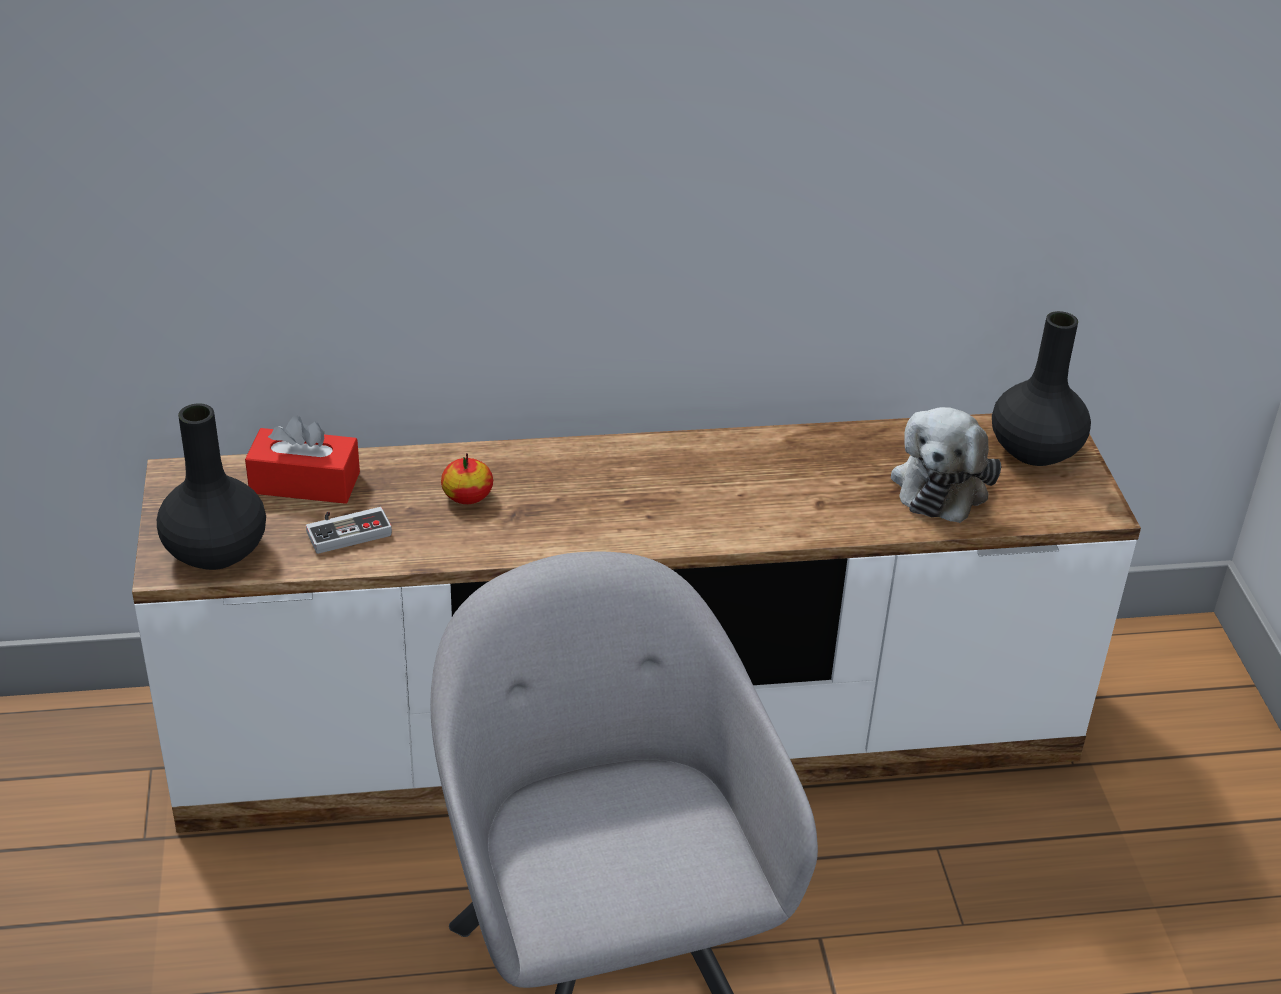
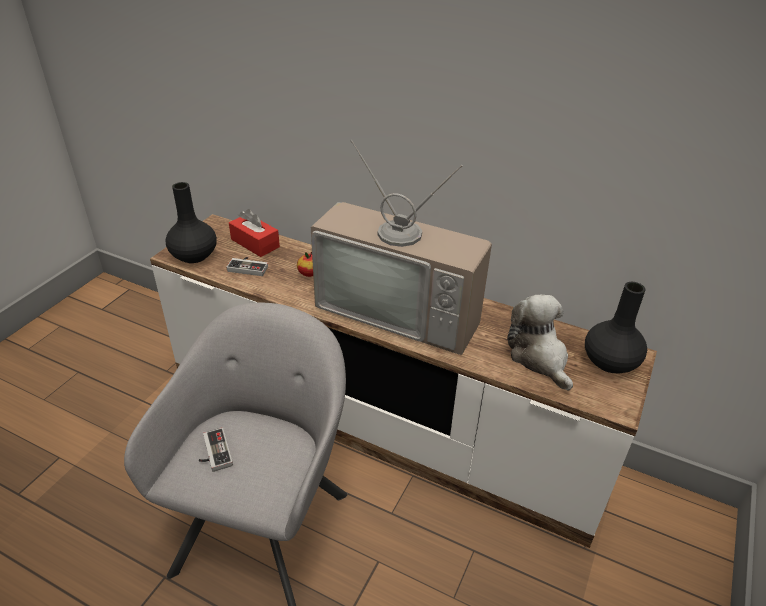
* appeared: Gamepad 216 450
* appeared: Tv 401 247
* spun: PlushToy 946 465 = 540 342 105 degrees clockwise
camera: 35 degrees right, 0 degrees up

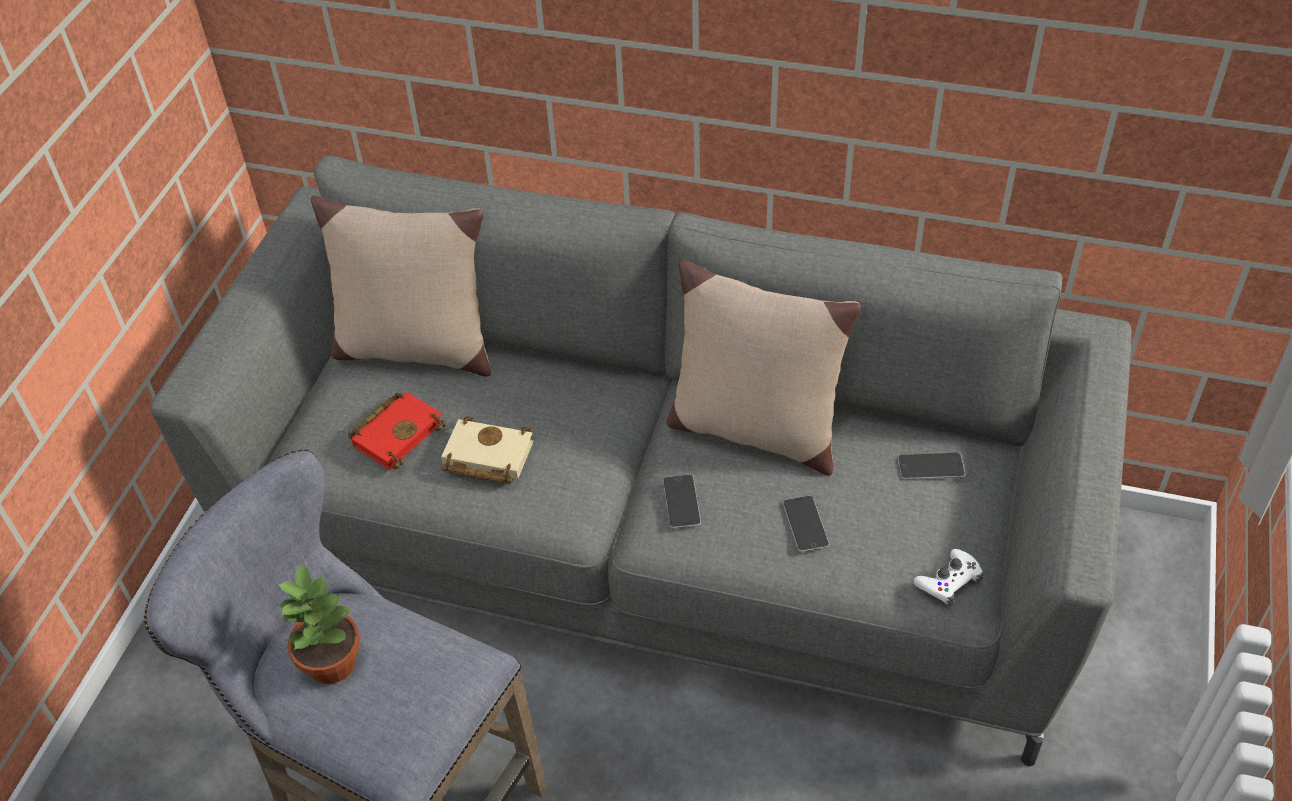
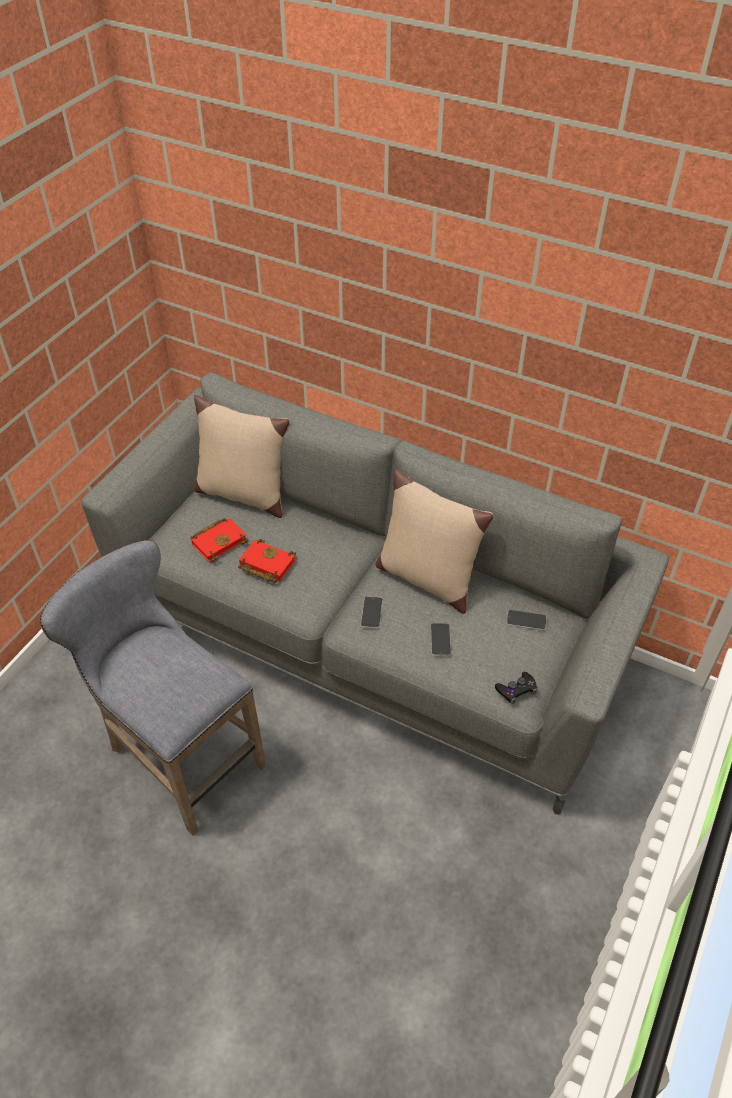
* missing: PlantInAPot 318 623
* colour: BeigeBoundBook 487 449 to RedBoundBook 267 561
* colour: WhiteColouredGamepad 949 577 to BlackishGamepad 516 688
camera: 10 degrees right, 0 degrees up

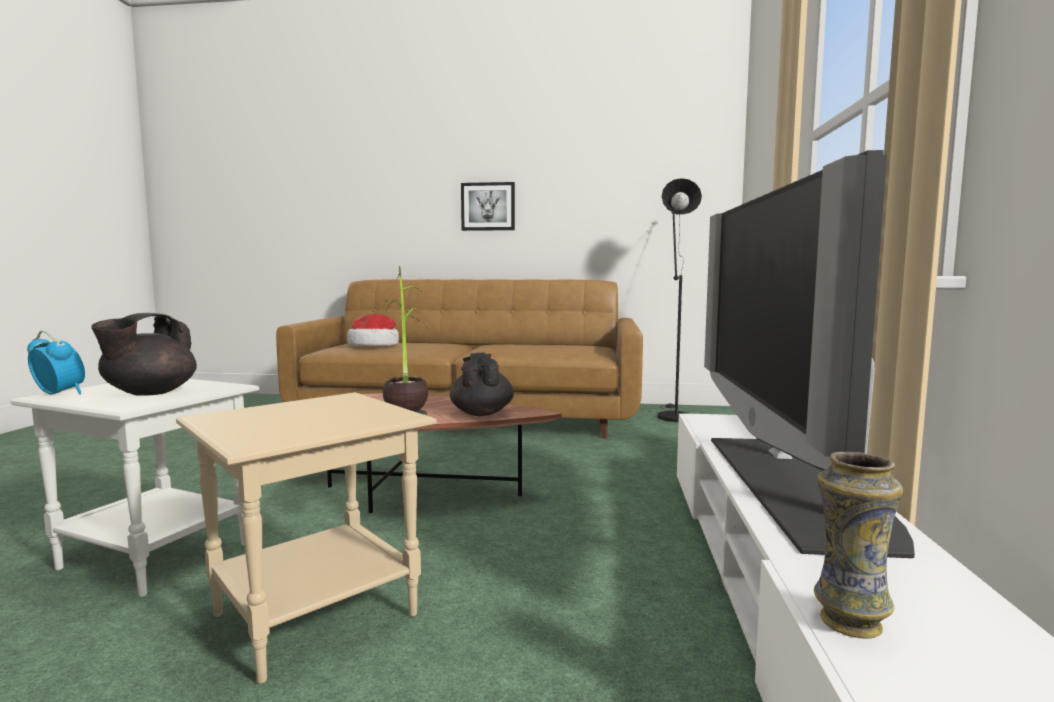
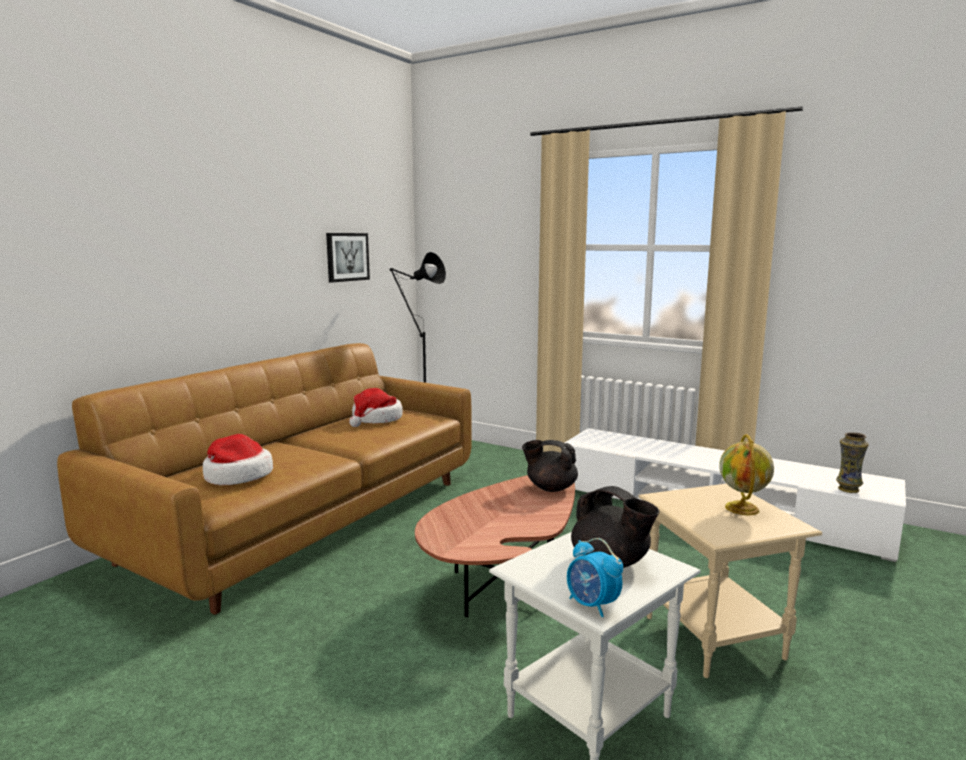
* missing: PlantInAPot 406 340
* missing: Tv 809 354
* appeared: WearableHat 376 407
* appeared: WorldGlobe 746 474
* relocated: WallPicture 488 206 to 348 258
* spun: AlarmClock 56 362 = 595 577 90 degrees counterclockwise
camera: 65 degrees left, 5 degrees up

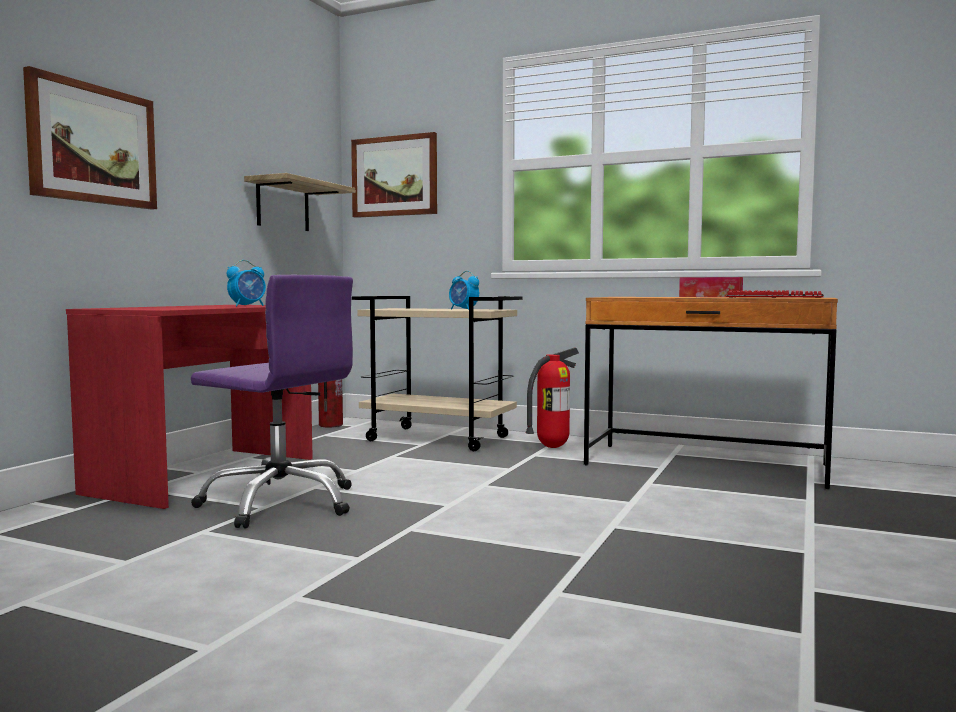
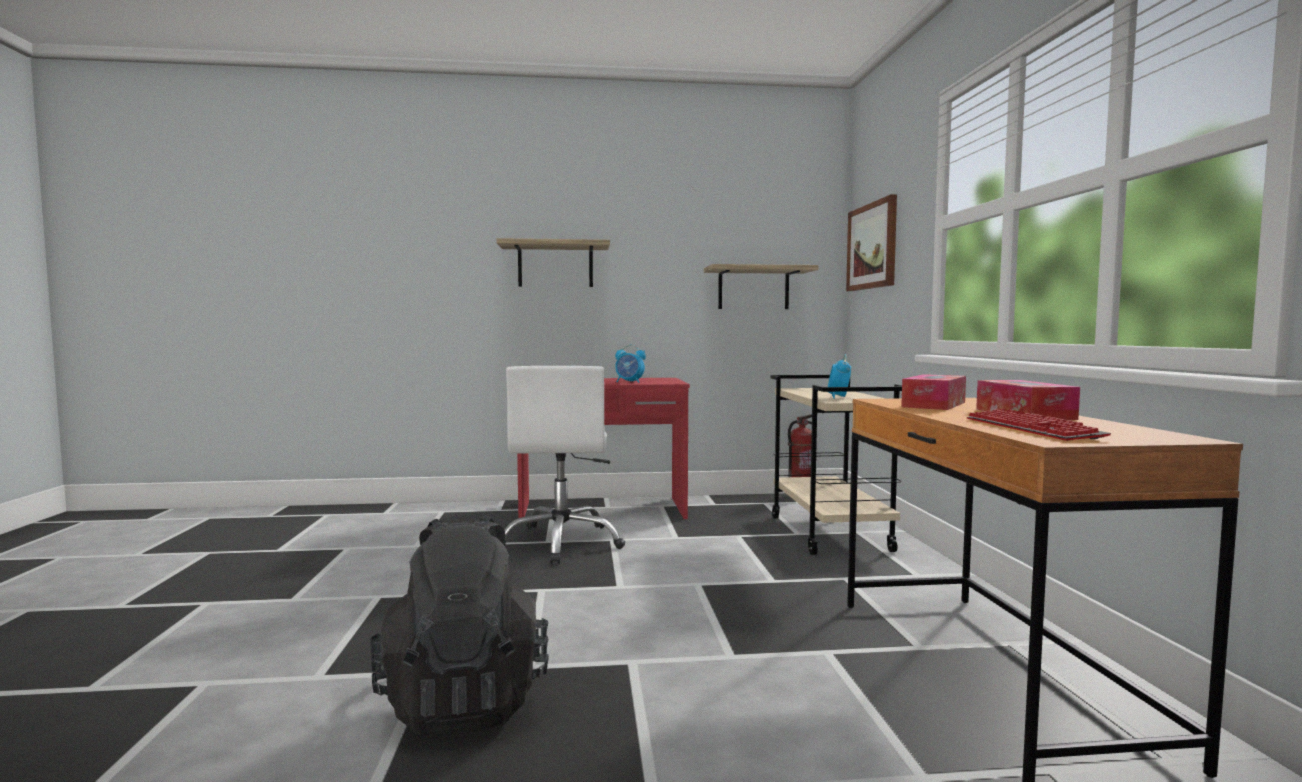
* missing: FireExtinguisher 552 397
* appeared: BlackishBackpack 459 625
* appeared: TissueBox 933 392
* exchanged: WallPicture 90 138 to BracketShelf 553 262
* colour: PurplishComputerChair 272 401 to WhiteColouredComputerChair 564 465
camera: 60 degrees right, 0 degrees up

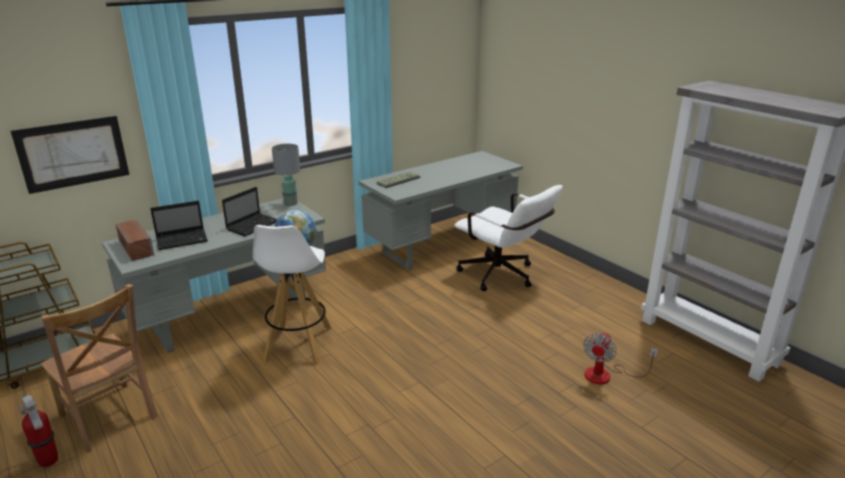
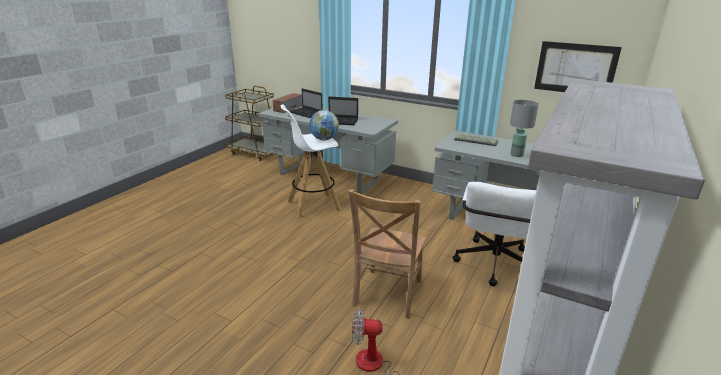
* missing: FireExtinguisher 38 431
* relocated: WallPicture 70 155 to 578 66
* relocated: BrownColouredPlainChair 99 368 to 387 253
* relocated: GreyLampForATable 286 175 to 524 128
camera: 65 degrees right, 0 degrees up

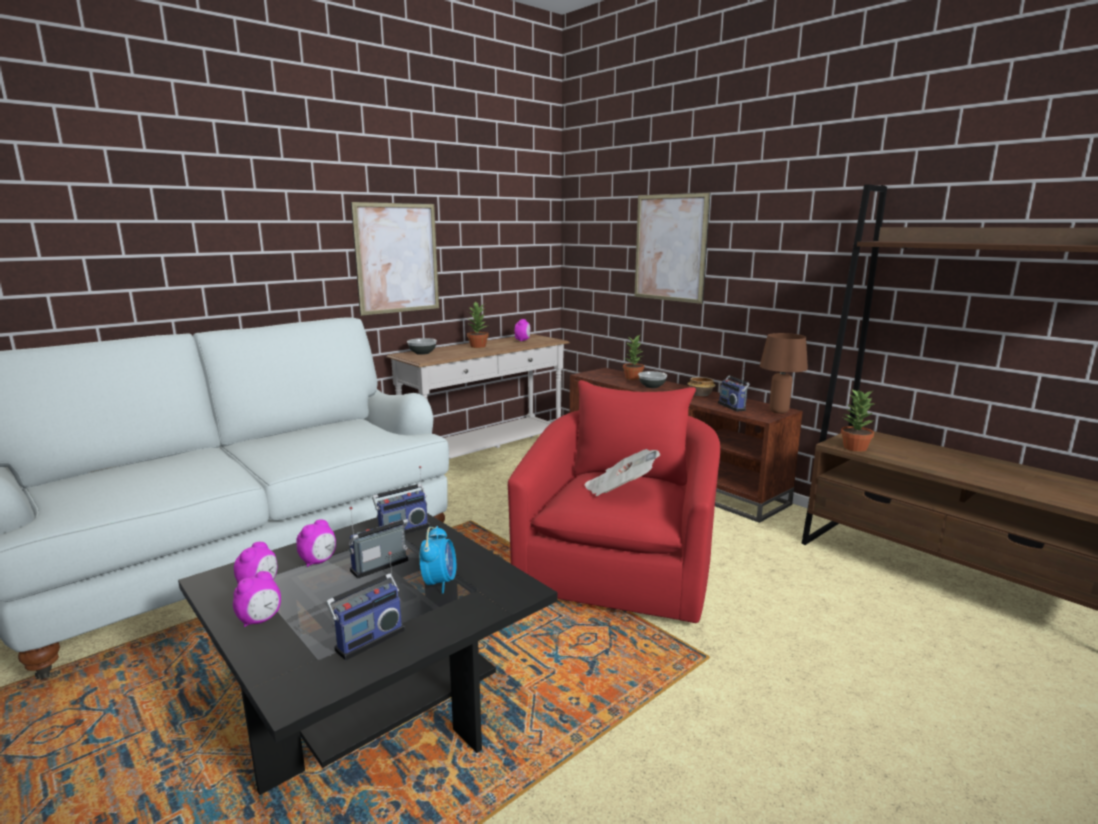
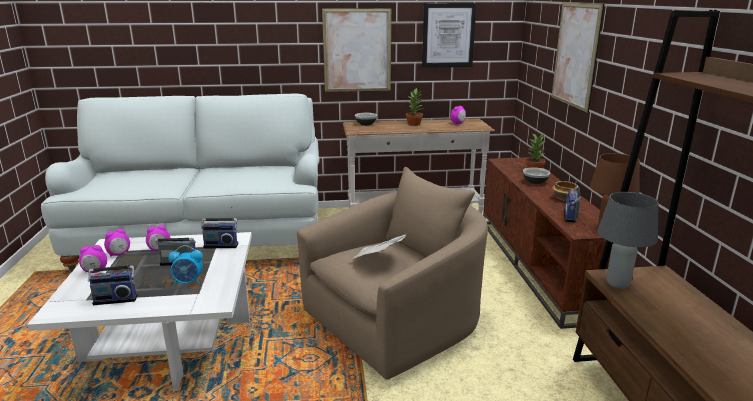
* appeared: WallPicture 449 35
* exchanged: PlantInAPot 858 420 to GreyLampForATable 628 240
* colour: BlackishCoffeeTable 367 654 to WhiteColouredCoffeeTable 139 311
* colour: RedArmchair 614 501 to BeigeArmchair 392 273
* spun: AlarmClock 438 560 = 185 265 45 degrees clockwise
camera: 35 degrees right, 5 degrees up

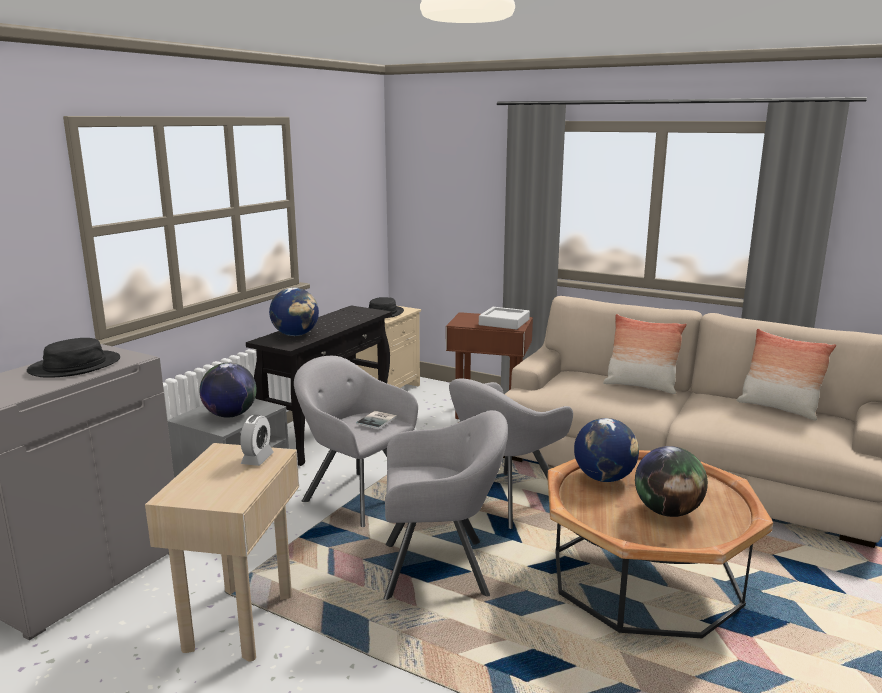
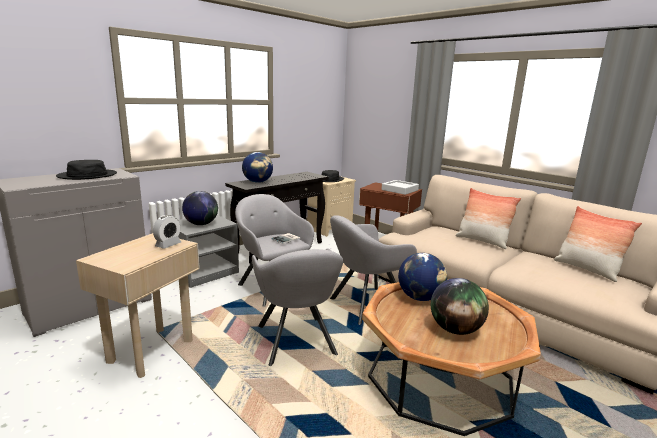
* spun: GreyArmchair 446 505 = 297 307 60 degrees clockwise
camera: 15 degrees right, 0 degrees up

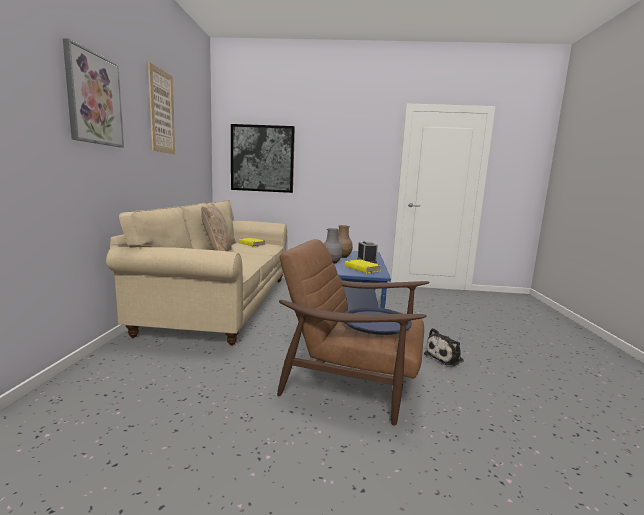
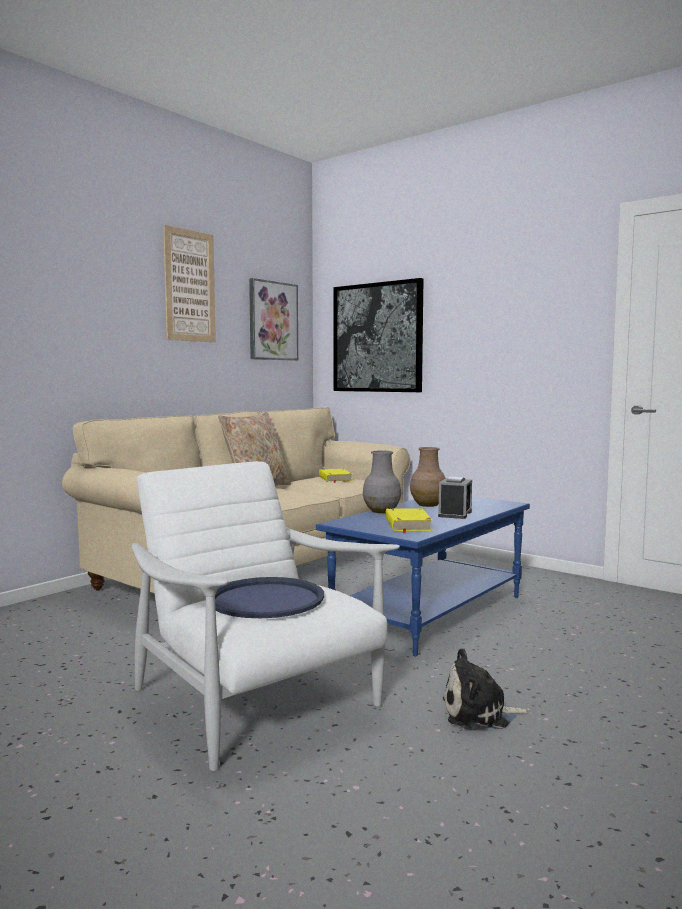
* relocated: WallPicture 93 93 to 273 319
* colour: BrownColouredArmchair 353 332 to WhiteColouredArmchair 266 616
camera: 35 degrees right, 5 degrees down

